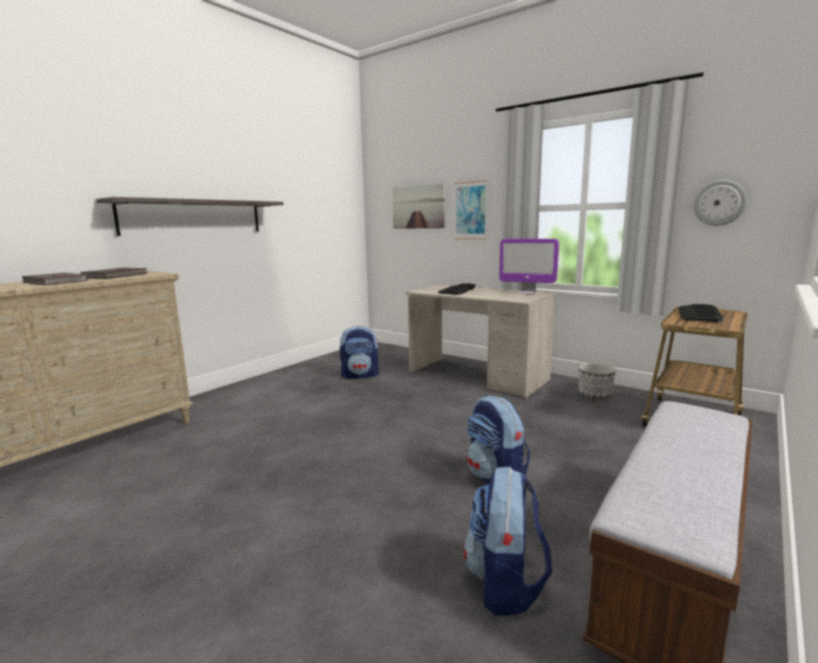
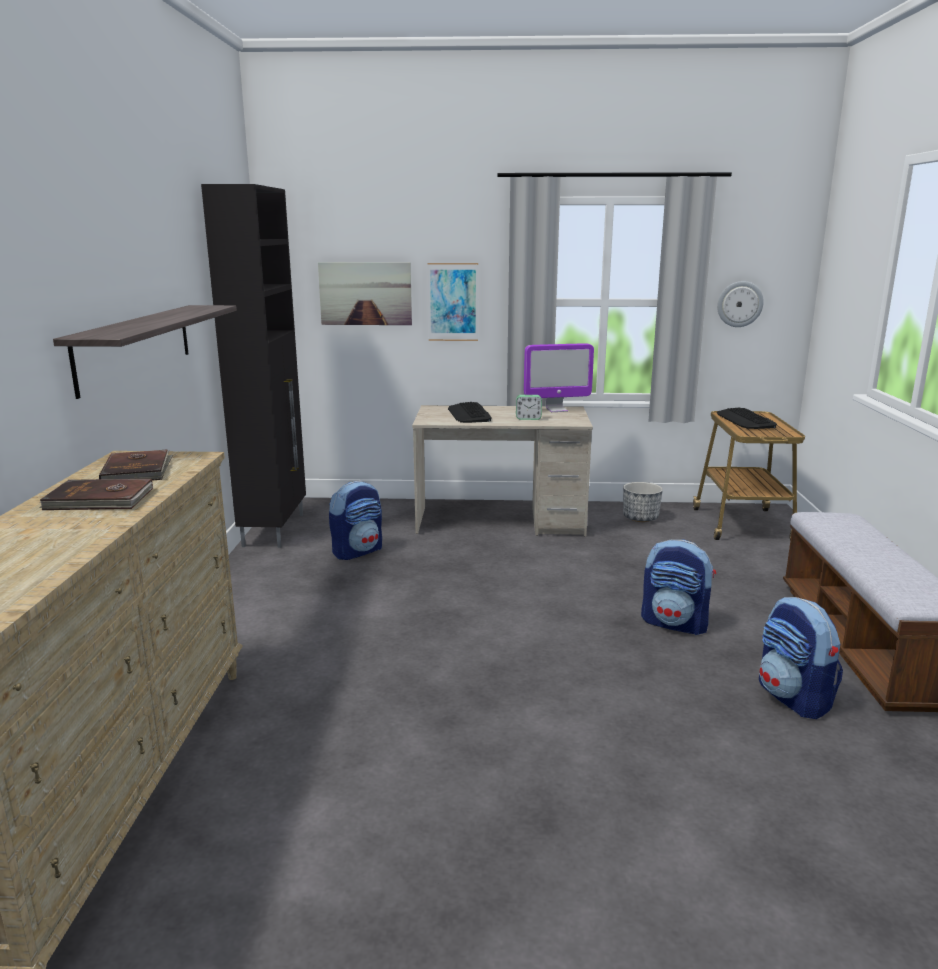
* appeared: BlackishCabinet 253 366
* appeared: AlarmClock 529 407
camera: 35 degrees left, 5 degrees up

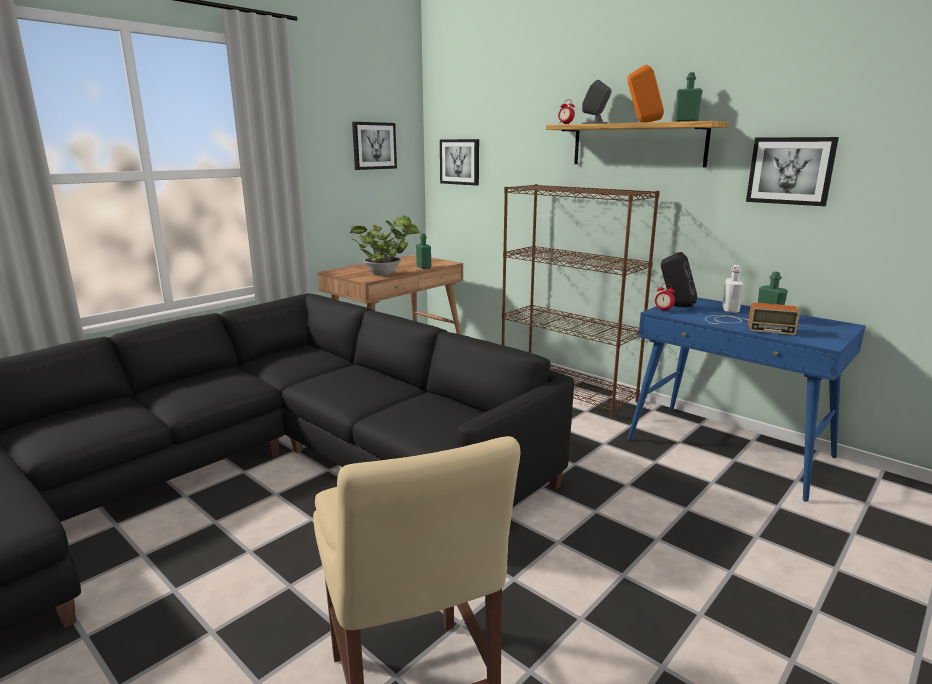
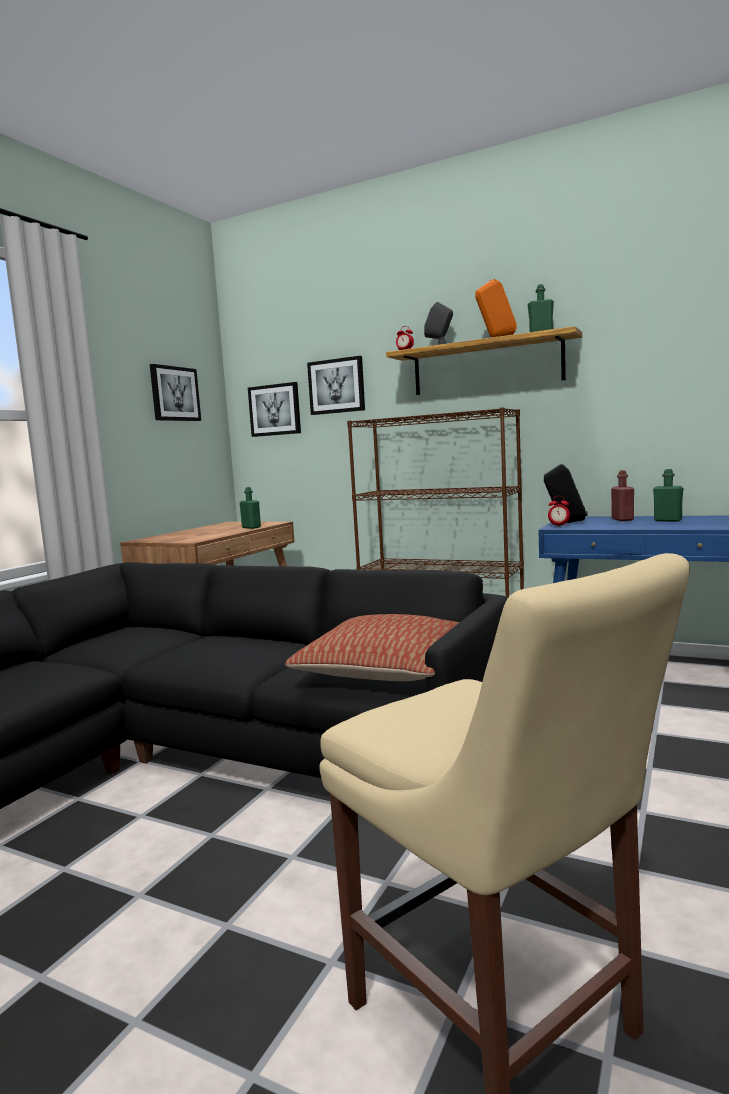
* missing: PlantInAPot 384 245
* missing: Radio 752 319
* appeared: Pillow 372 647
* relocated: WallPicture 792 171 to 336 385
* colour: WhiteColouredBeverageBottle 733 289 to RedBeverageBottle 622 495
camera: 15 degrees left, 10 degrees down

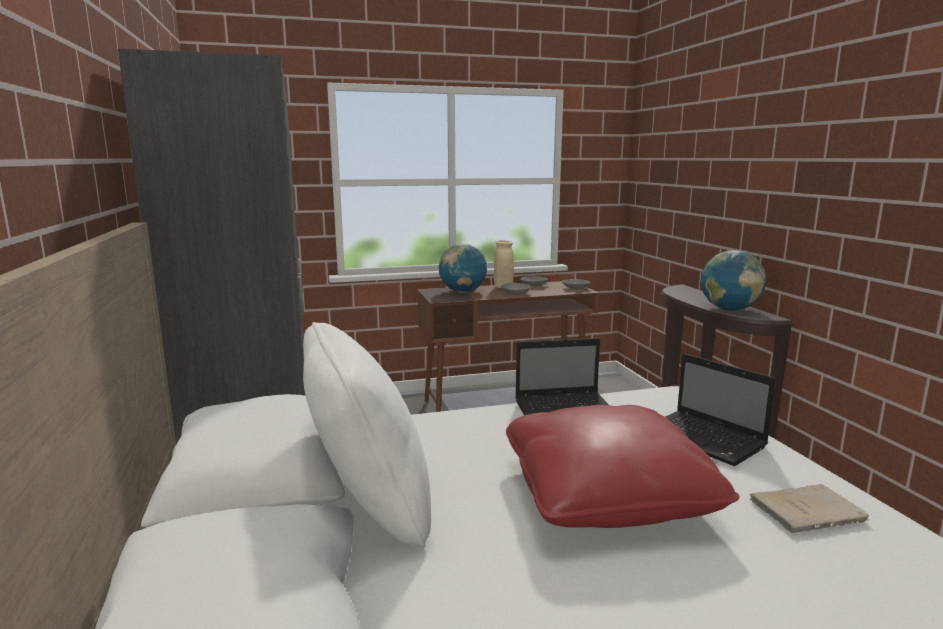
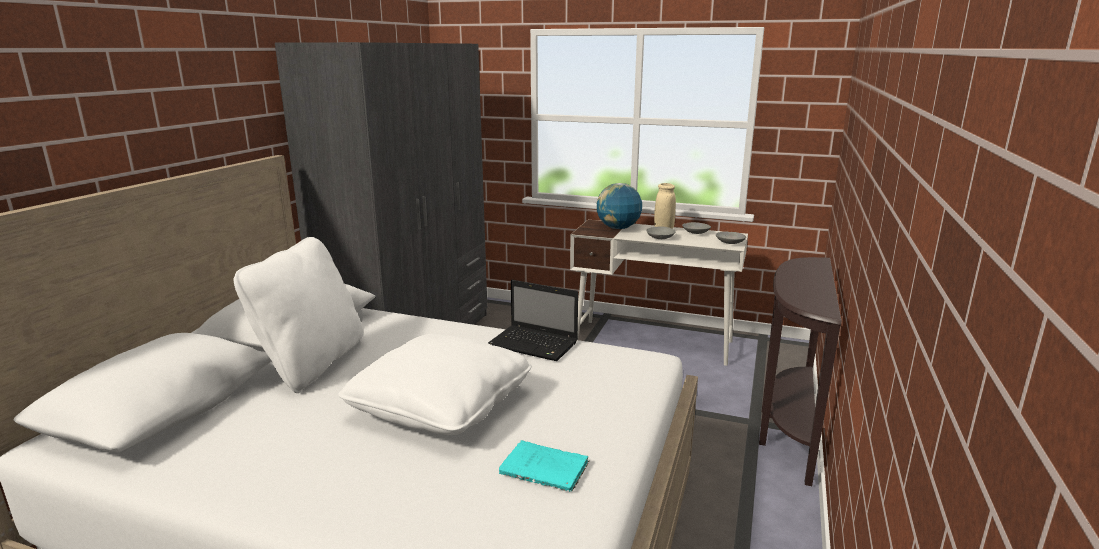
* missing: NotebookComputer 720 409
* missing: WorldGlobe 733 280
* colour: BrownColouredDeskUnit 508 346 to WhiteColouredDeskUnit 659 293
* colour: RedPillow 623 466 to WhiteColouredPillow 435 384
* colour: BeigeBoundBook 809 508 to TurquoiseBoundBook 544 466
camera: 35 degrees right, 5 degrees up

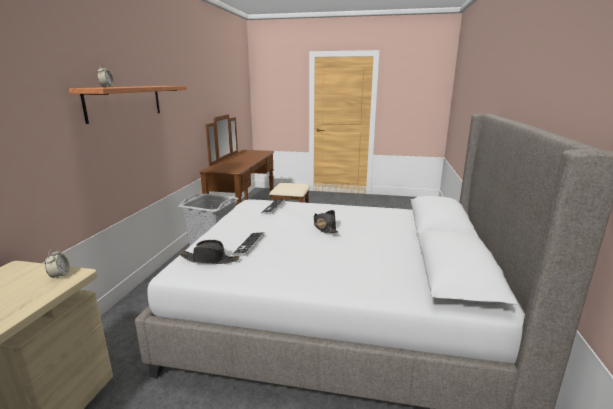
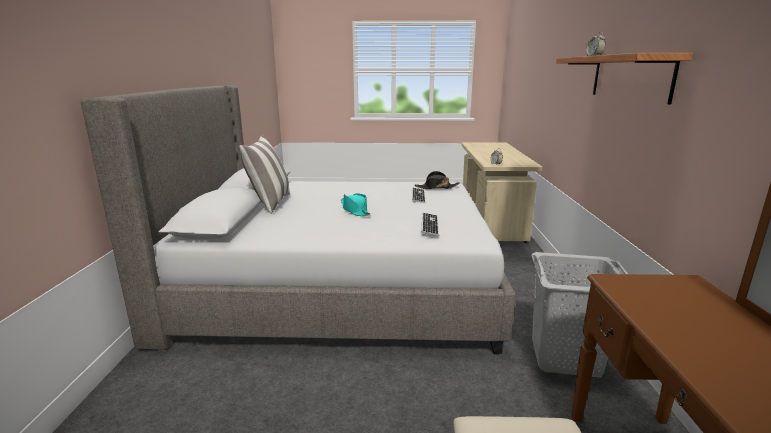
* appeared: Pillow 264 174
* colour: BlackishWearableHat 326 221 to TurquoiseWearableHat 355 204
camera: 170 degrees right, 0 degrees up

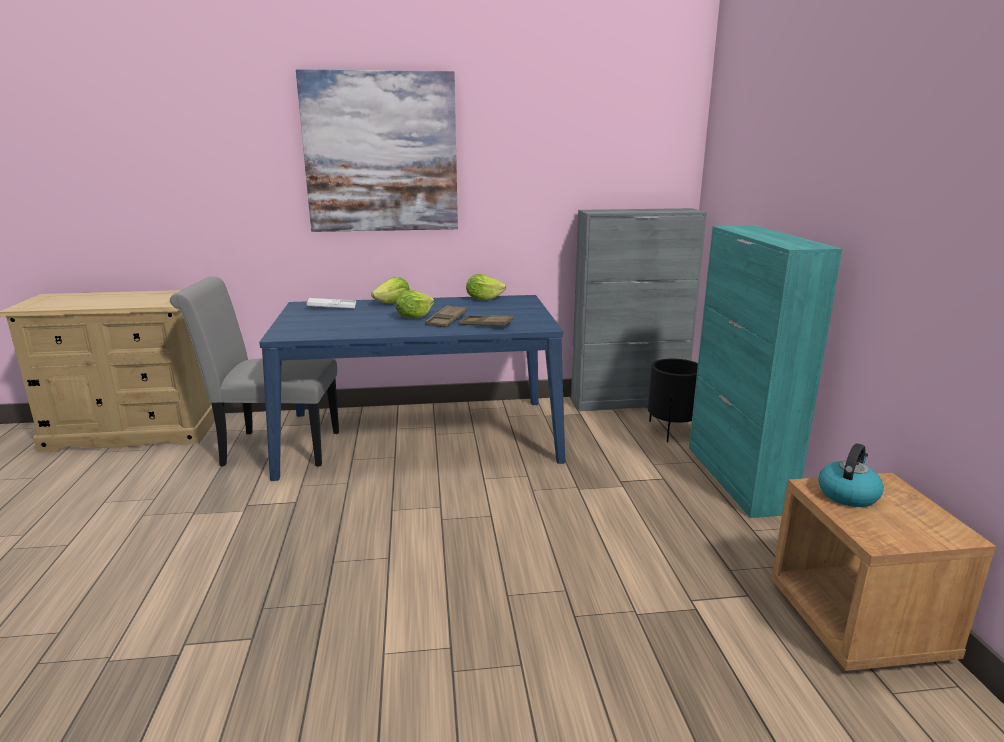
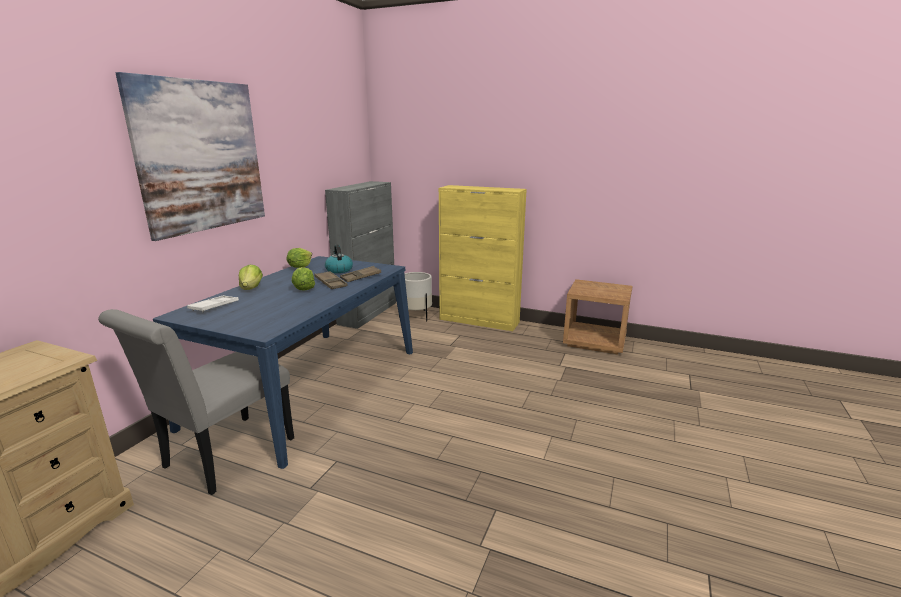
* relocated: TeaKettle 851 475 to 339 259
* colour: BlackishPlantPot 673 400 to WhiteColouredPlantPot 418 297
* colour: TurquoiseCabinet 765 372 to YellowColouredCabinet 483 258
camera: 60 degrees left, 0 degrees up

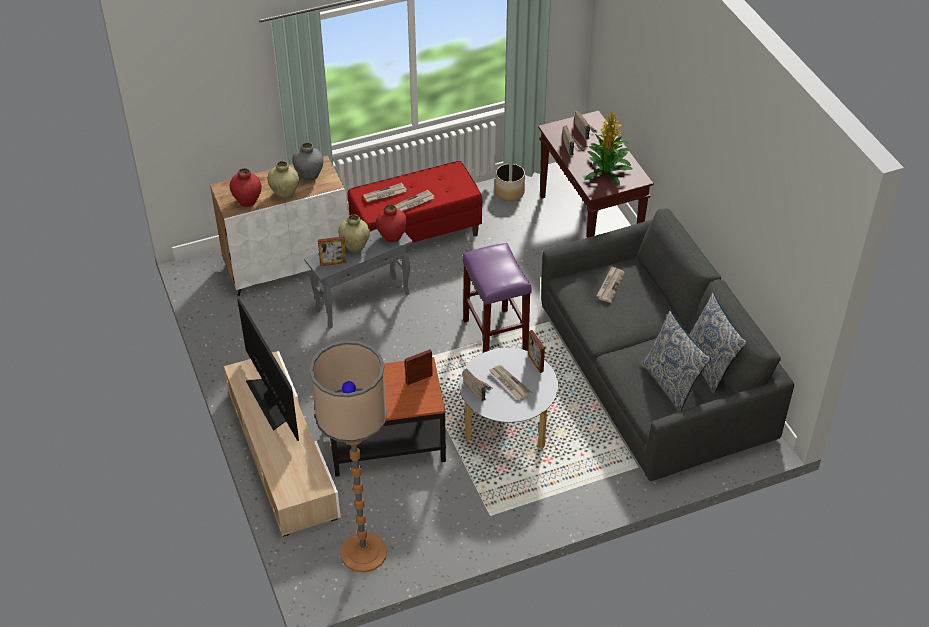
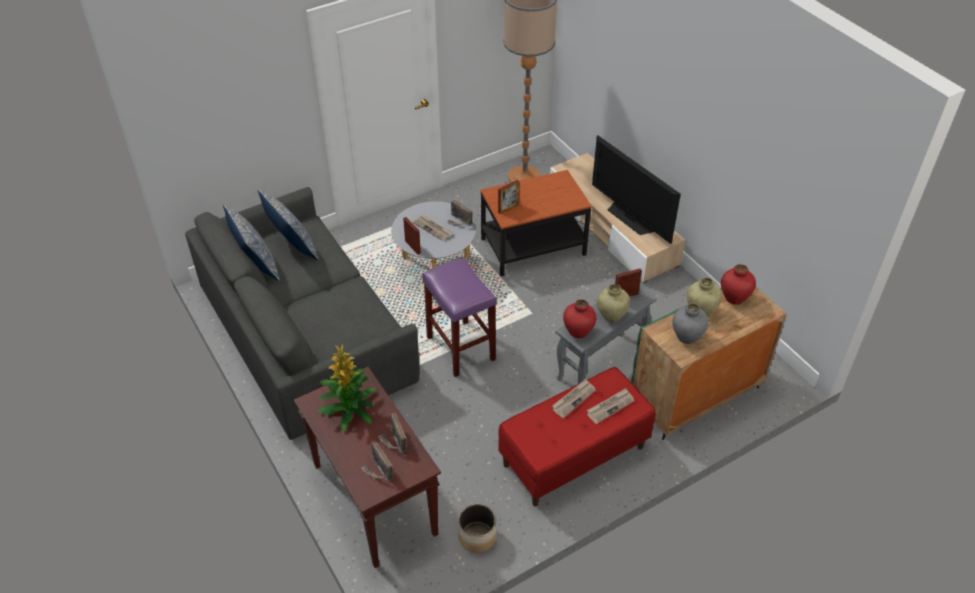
* missing: Newspaper 611 284
* colour: WhiteColouredCabinet 279 226 to GreenColouredCabinet 709 363
camera: 170 degrees right, 0 degrees up

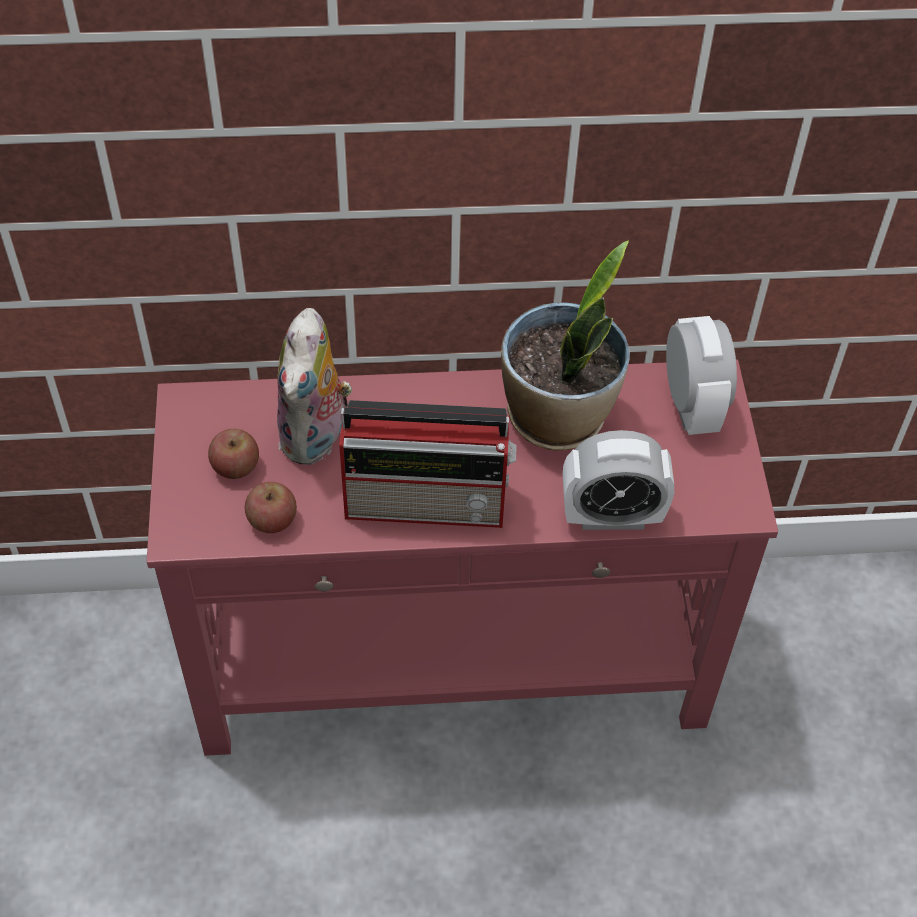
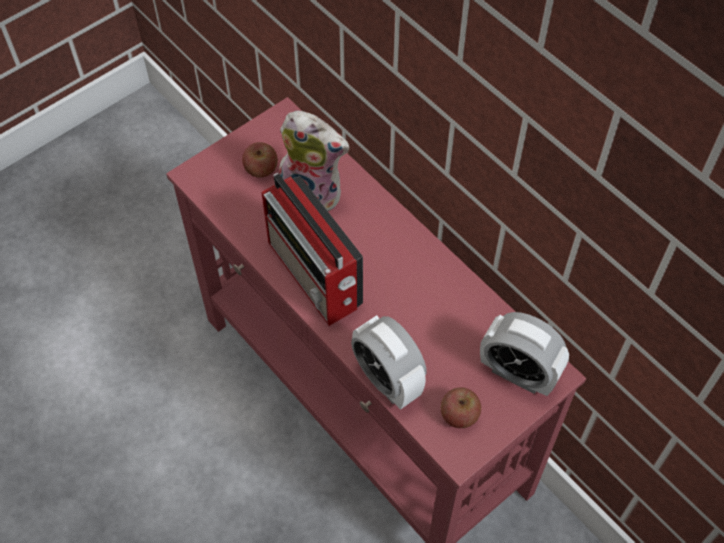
* missing: PlantInAPot 565 345
* relocated: Apple 271 507 to 461 407
* spun: PlushToy 314 386 = 314 161 135 degrees counterclockwise
* spun: AlarmClock 701 375 = 524 354 75 degrees clockwise
camera: 55 degrees right, 5 degrees up

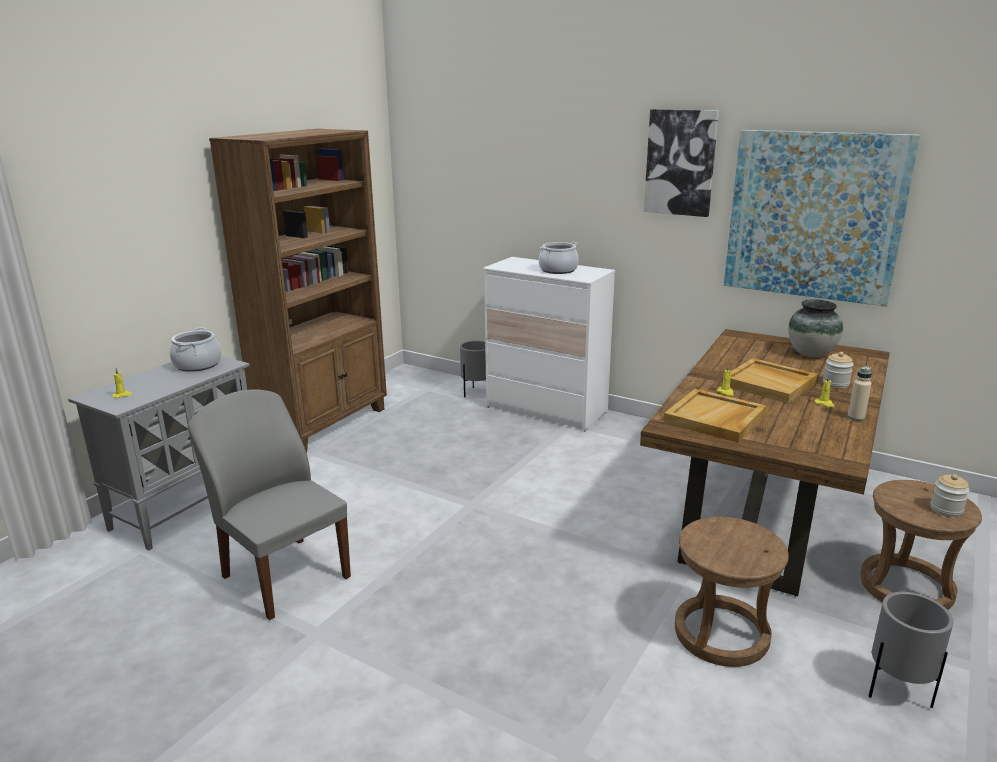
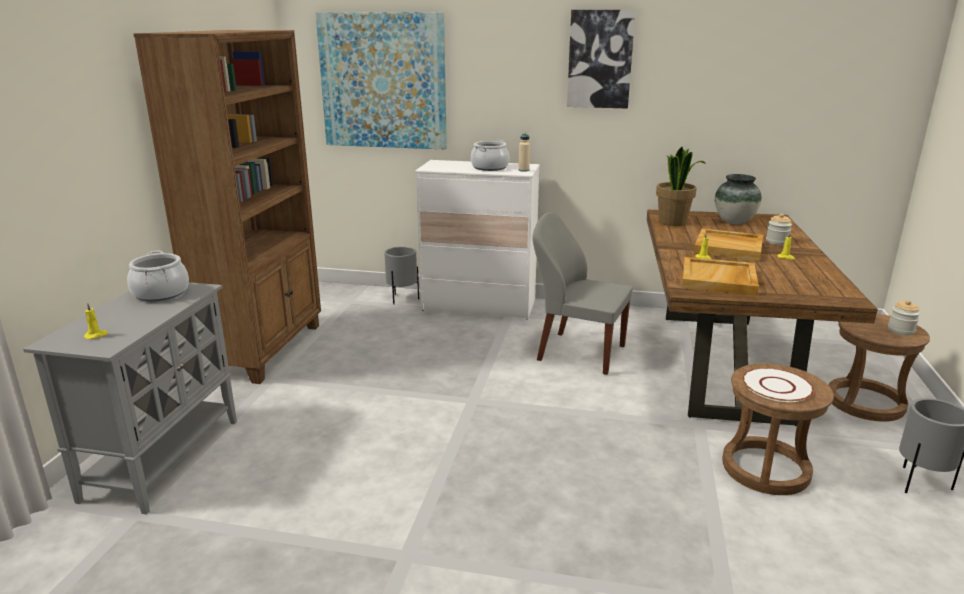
* appeared: PlantInAPot 681 186
* appeared: WhiteColouredFlatDish 778 385
* relocated: GreyPlainChair 269 504 to 582 293
* relocated: WallPicture 822 218 to 381 81
* relocated: BeigeBeverageBottle 859 393 to 524 152
camera: 20 degrees left, 0 degrees up

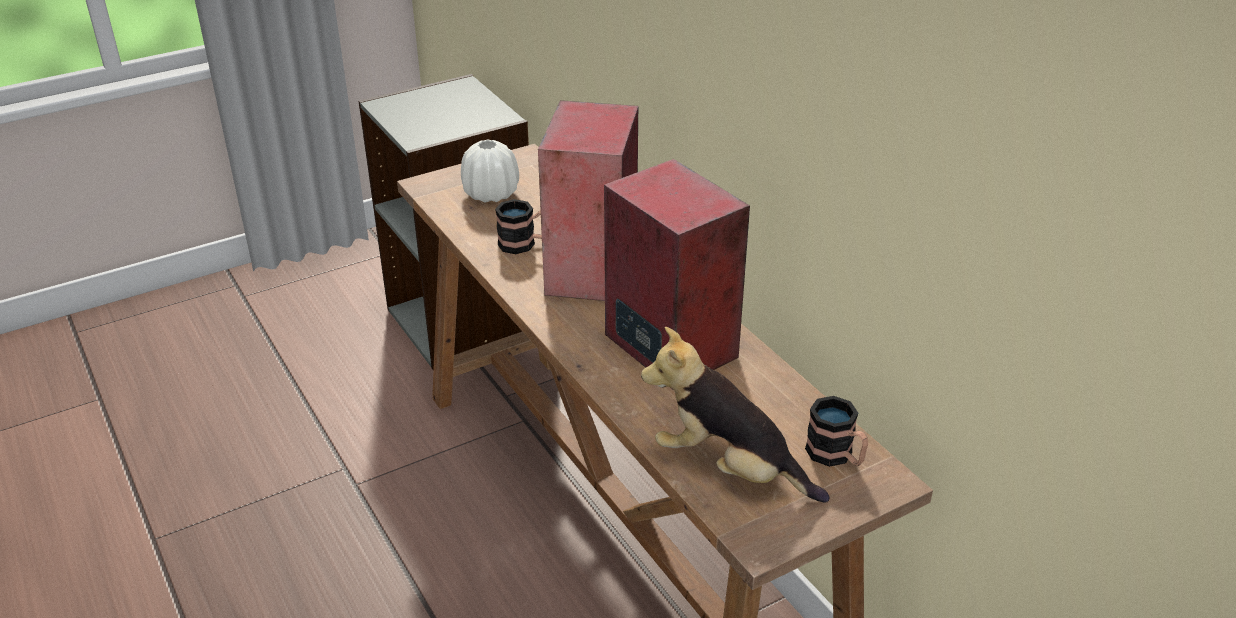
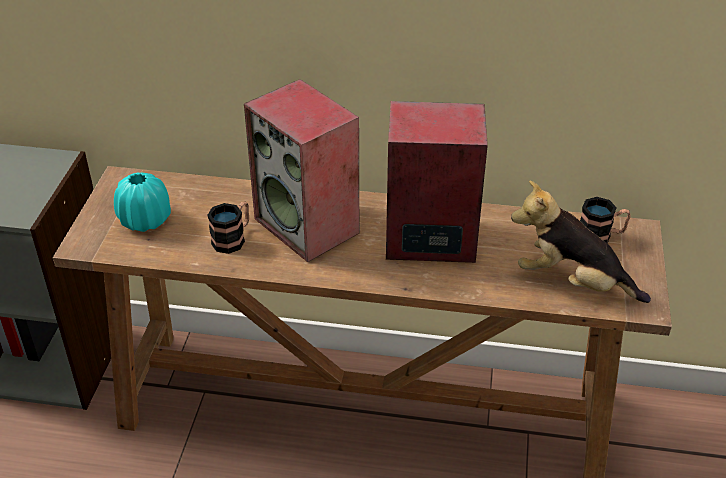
* colour: WhiteColouredDecorativeVase 490 171 to TurquoiseDecorativeVase 142 202
* spun: PlushToy 735 415 = 581 241 45 degrees clockwise
camera: 50 degrees left, 5 degrees up

